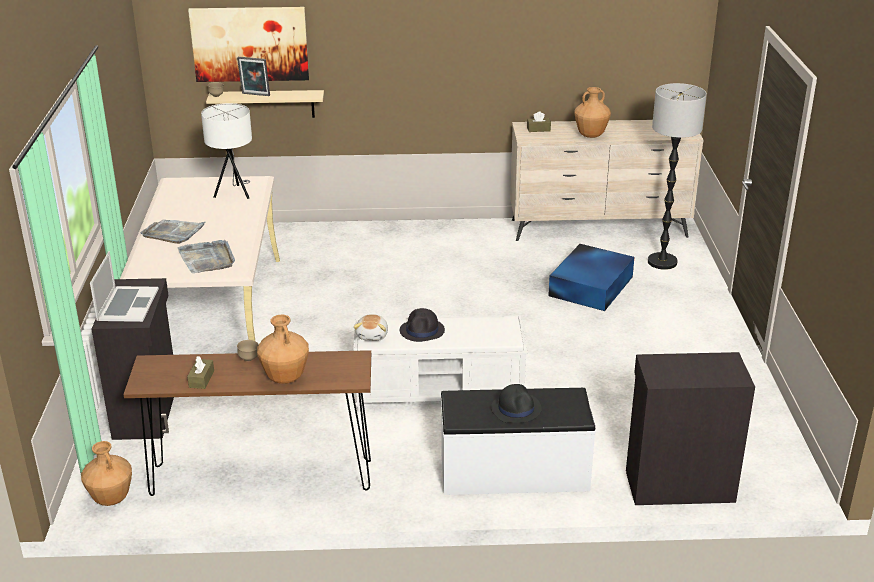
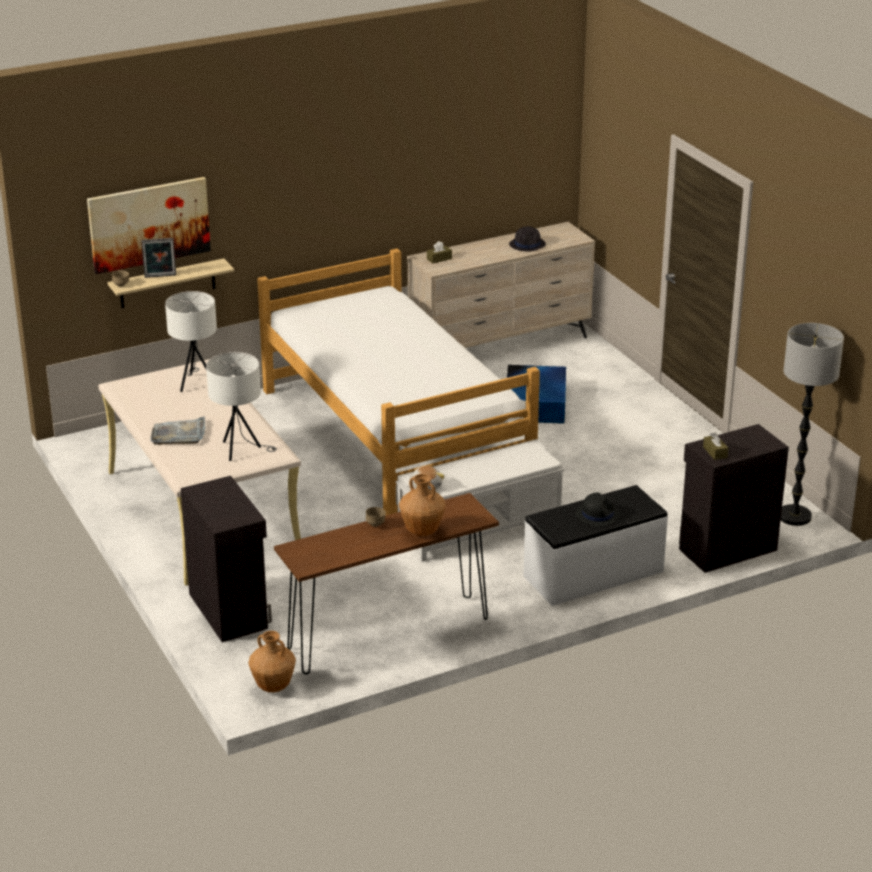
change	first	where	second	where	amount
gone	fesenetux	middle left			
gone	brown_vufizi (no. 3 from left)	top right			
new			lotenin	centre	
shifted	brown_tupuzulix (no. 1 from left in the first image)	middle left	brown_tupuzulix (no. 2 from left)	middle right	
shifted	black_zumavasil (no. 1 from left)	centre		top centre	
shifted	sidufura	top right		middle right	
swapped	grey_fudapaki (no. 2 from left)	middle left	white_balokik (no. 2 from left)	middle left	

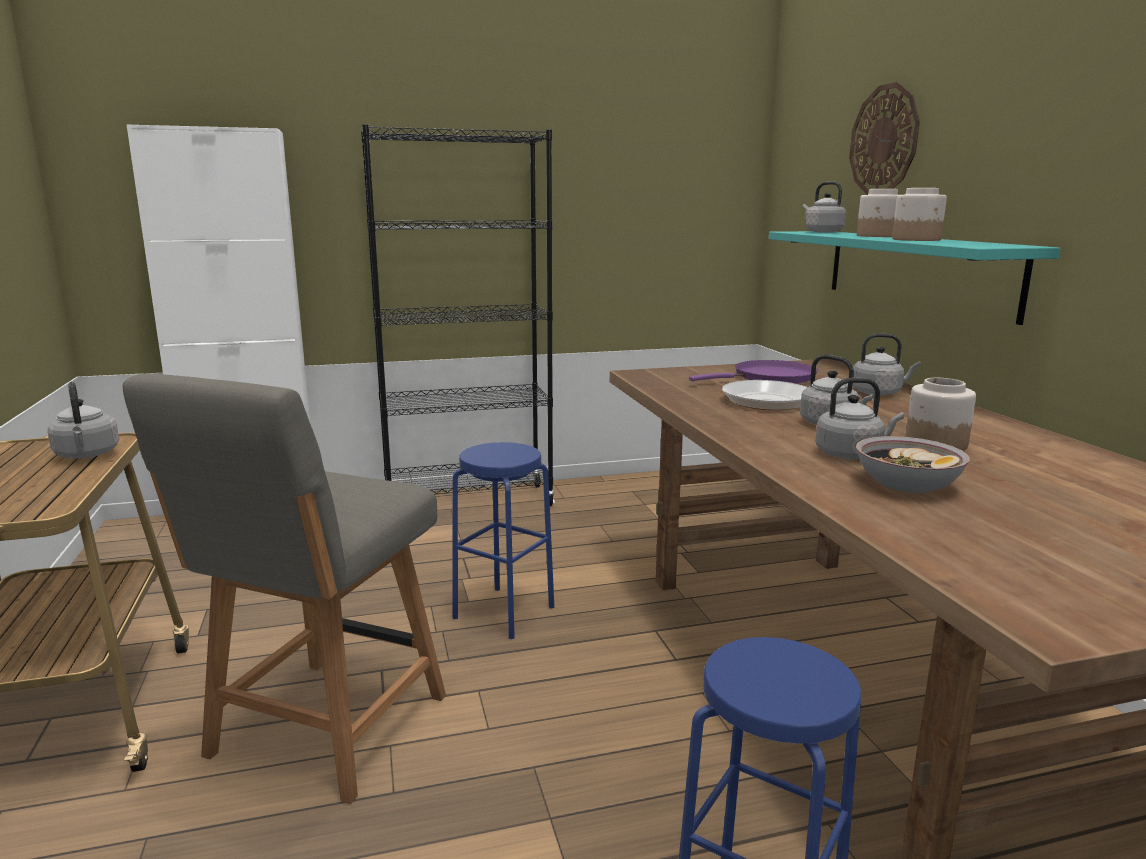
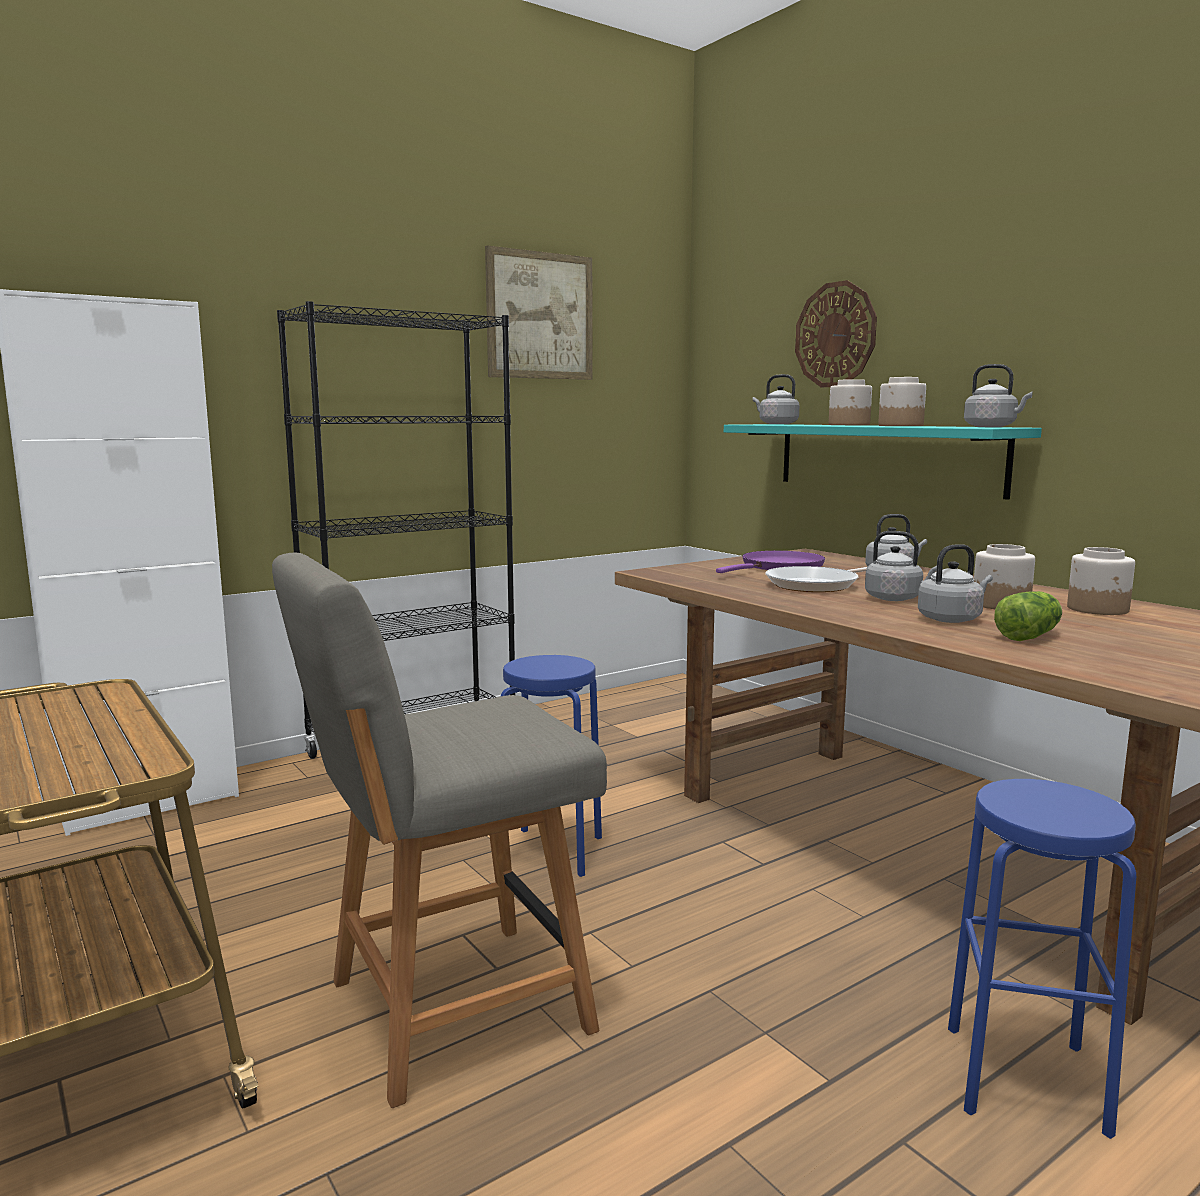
change	first	where	second	where	amount
new			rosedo	top centre	
new			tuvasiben (no. 4 from left)	middle right	
shifted	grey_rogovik (no. 1 from left in the first image)	middle left	grey_rogovik (no. 5 from left)	top right	
swapped	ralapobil	middle right	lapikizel	middle right	
rotated	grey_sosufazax	bottom left		bottom centre	60 degrees clockwise

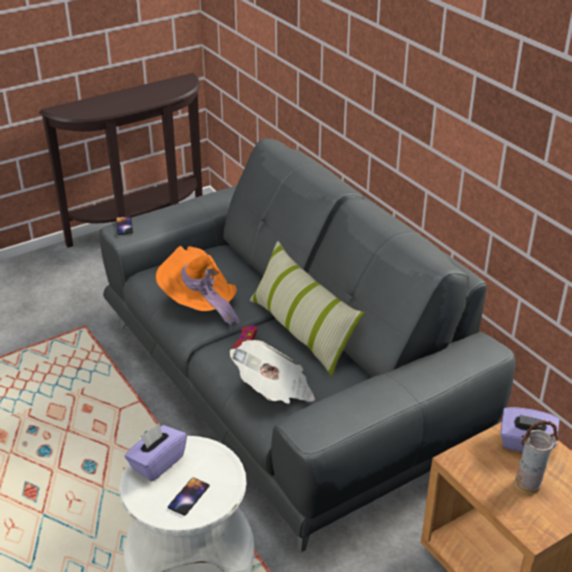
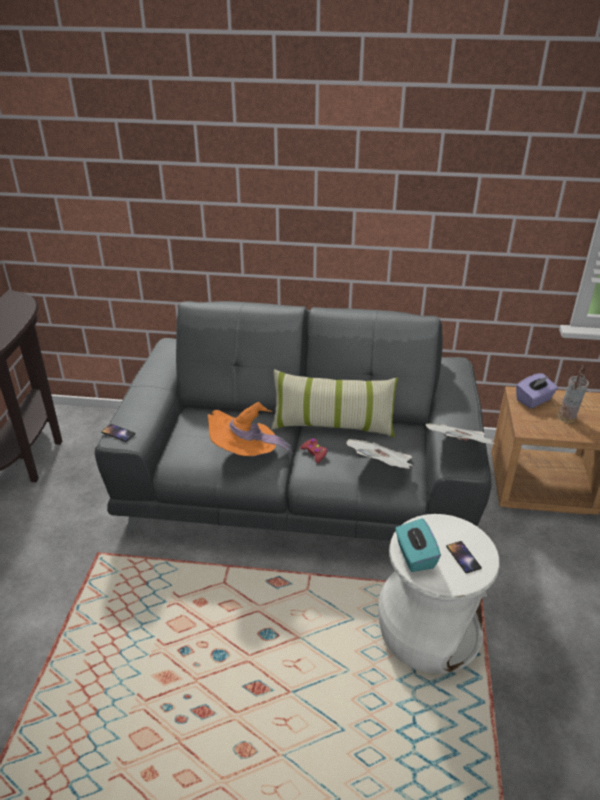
change	first	where	second	where	amount
new			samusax (no. 2 from left)	middle right	
repainted	purple_tupuzulix (no. 1 from left)	bottom left	turquoise_tupuzulix	bottom right	

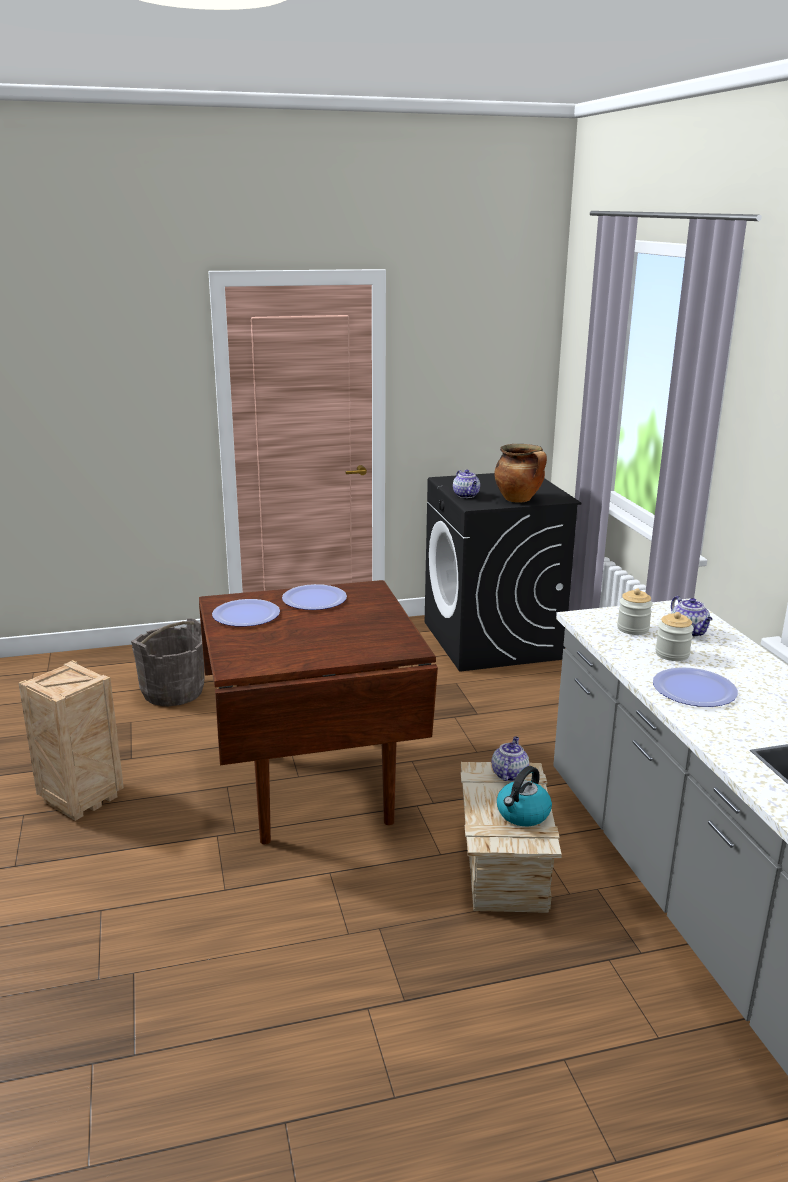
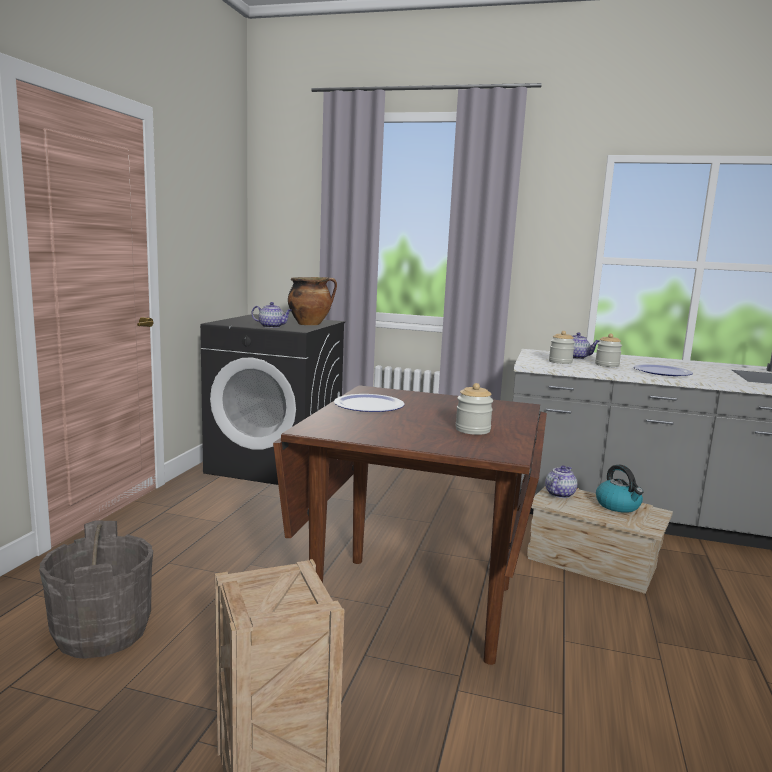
change	first	where	second	where	amount
gone	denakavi (no. 1 from left)	middle left			
new			tuvasiben (no. 1 from left)	centre	
rotated	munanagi (no. 2 from left)	centre		middle right	75 degrees clockwise

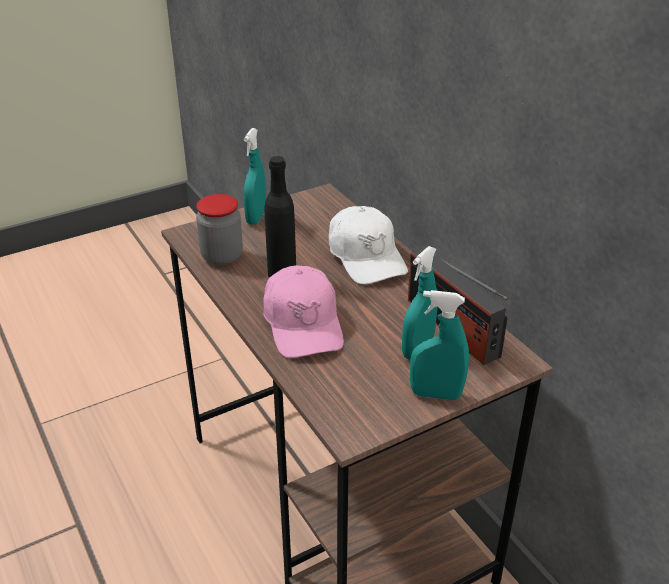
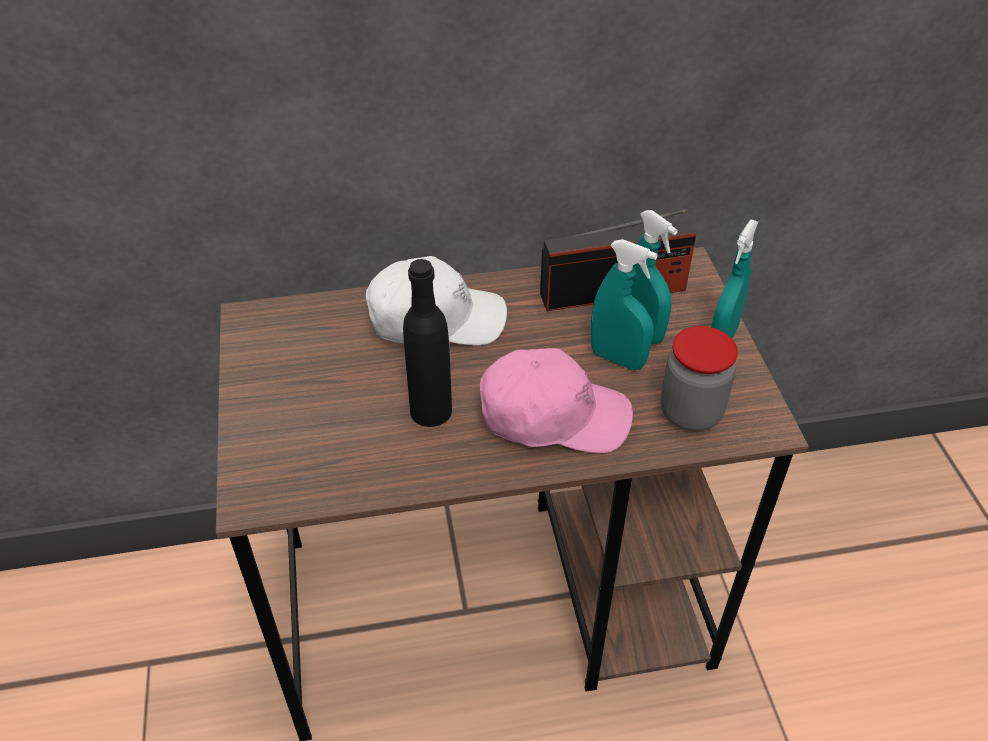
change	first	where	second	where	amount
shifted	tuvasiben	middle left		middle right	
shifted	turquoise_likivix (no. 1 from left)	top centre		centre	

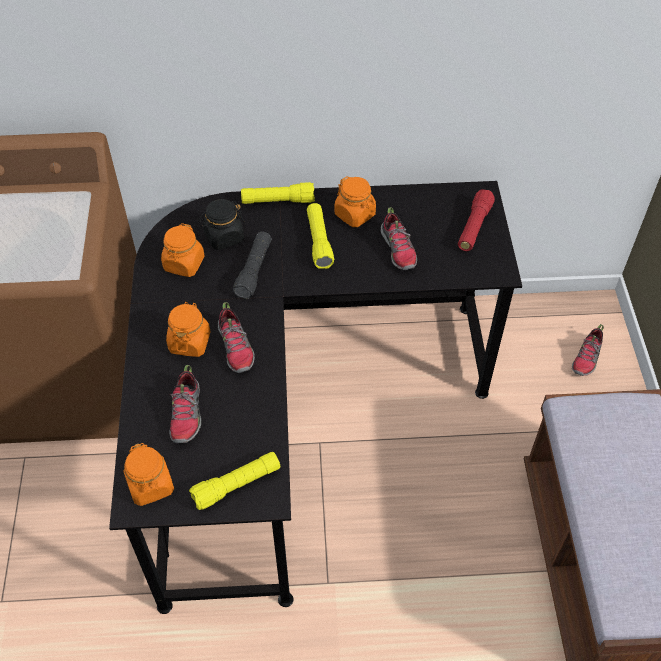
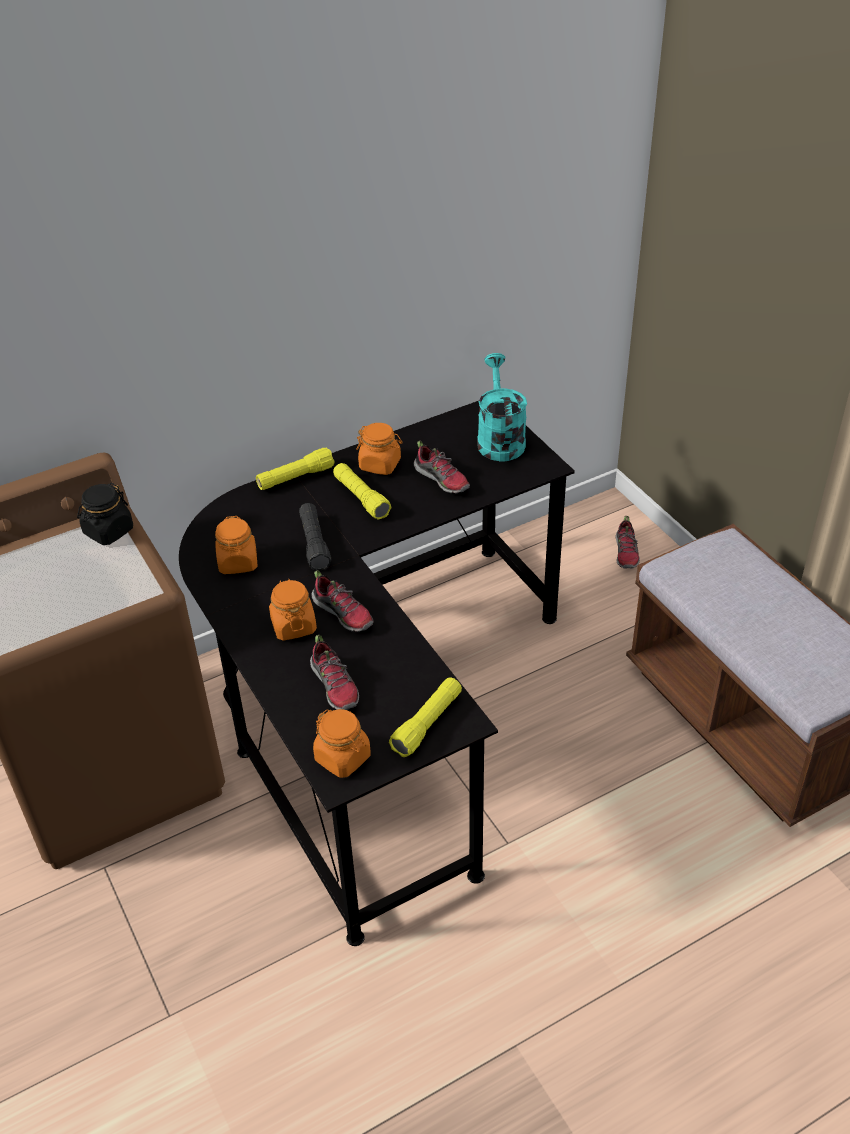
change	first	where	second	where	amount
shifted	black_tuvasiben	centre		middle left	
swapped	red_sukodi	top right	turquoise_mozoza	centre	

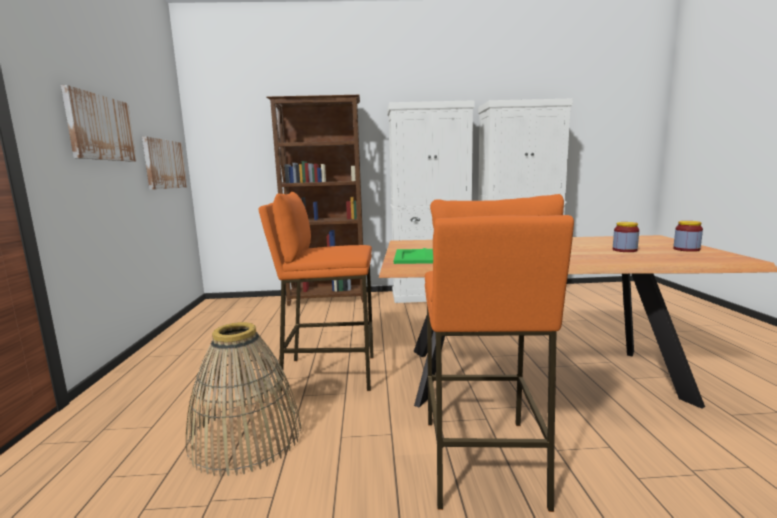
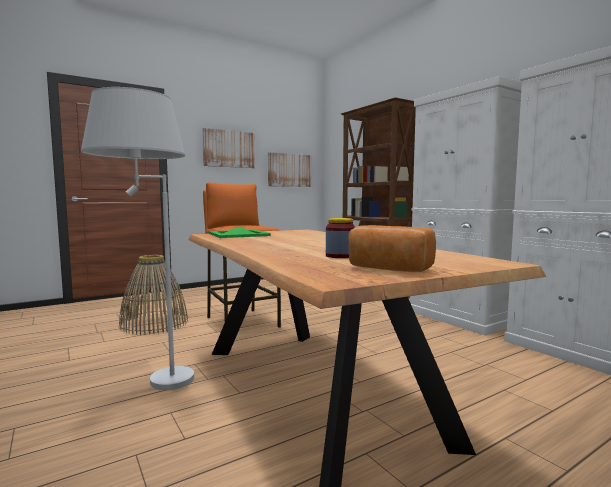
change	first	where	second	where	amount
swapped	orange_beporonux (no. 2 from left)	bottom centre	white_sidufura	middle left	
swapped	tuvasiben (no. 2 from left)	middle right	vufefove	centre	

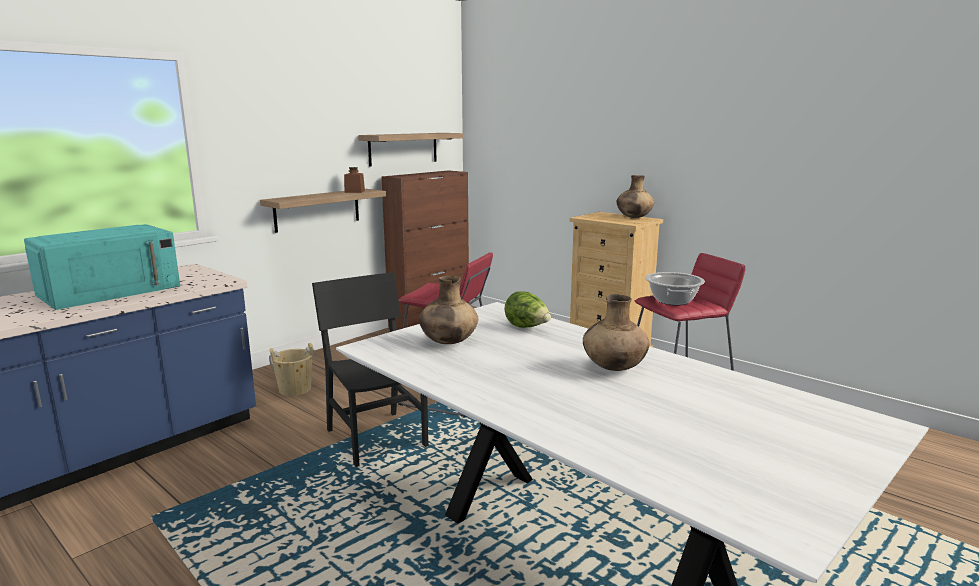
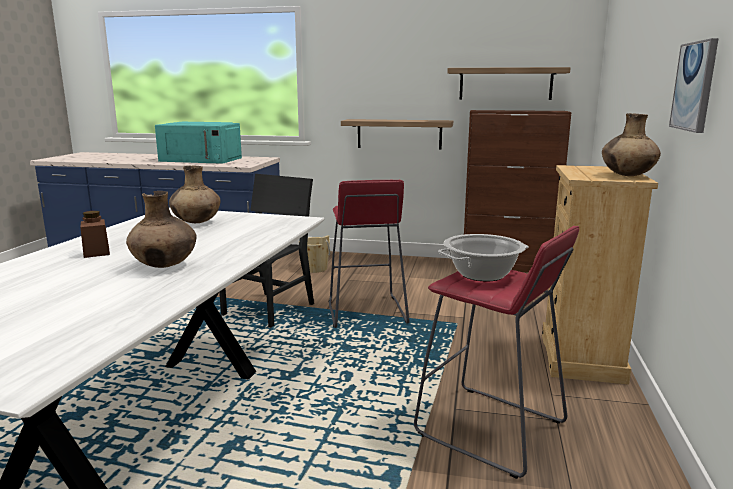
change	first	where	second	where	amount
gone	lapikizel	centre			
new			rosedo	top right	
shifted	brown_tuvasiben	top centre		middle left	

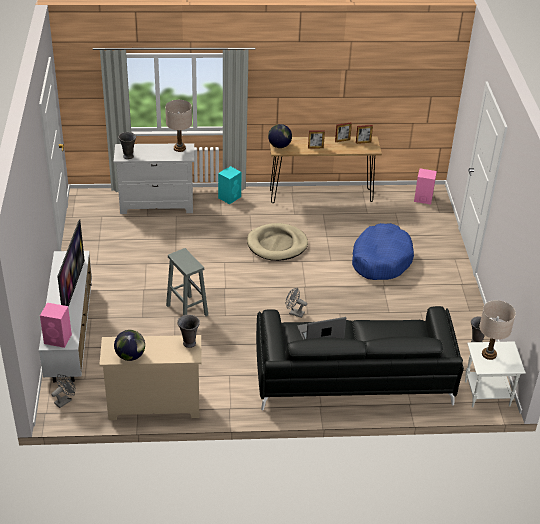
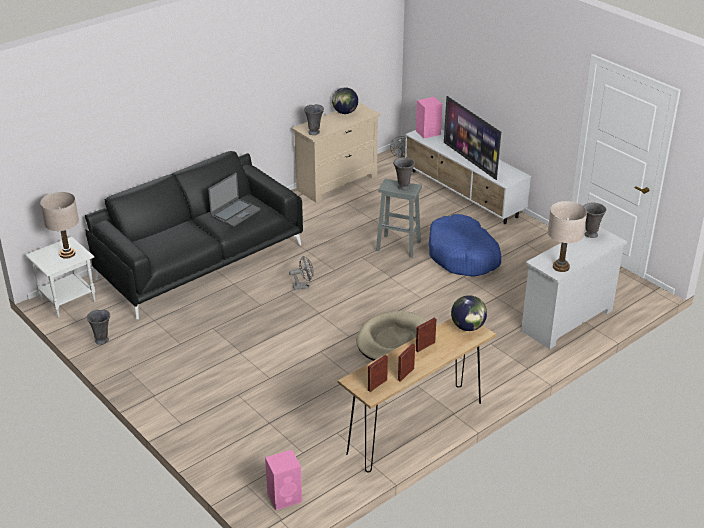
change	first	where	second	where	amount
gone	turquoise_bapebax	centre			
new			grey_vufizi (no. 3 from left)	top centre	
shifted	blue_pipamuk	middle right		centre	

